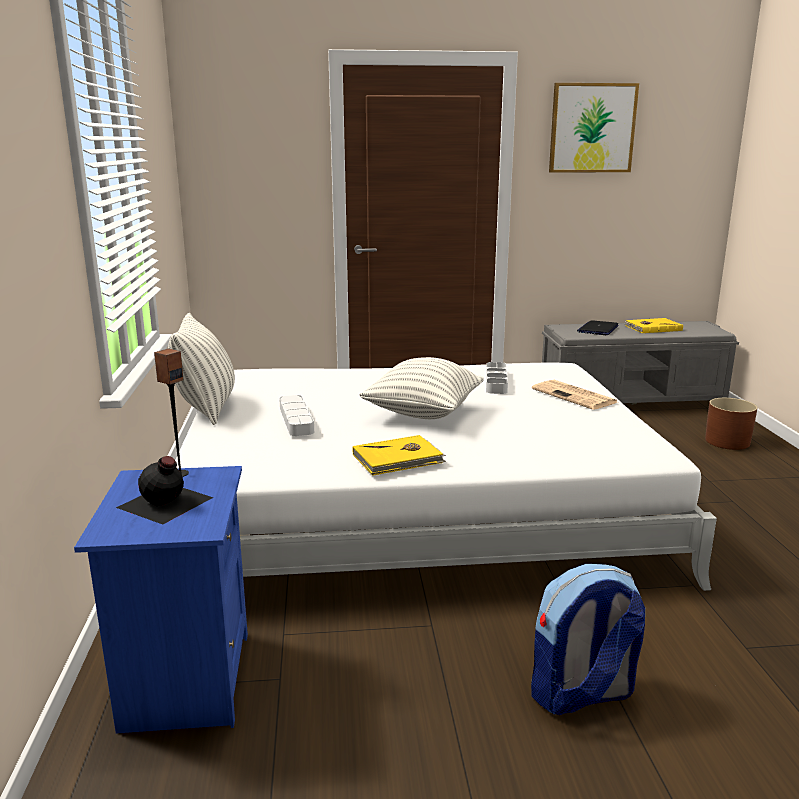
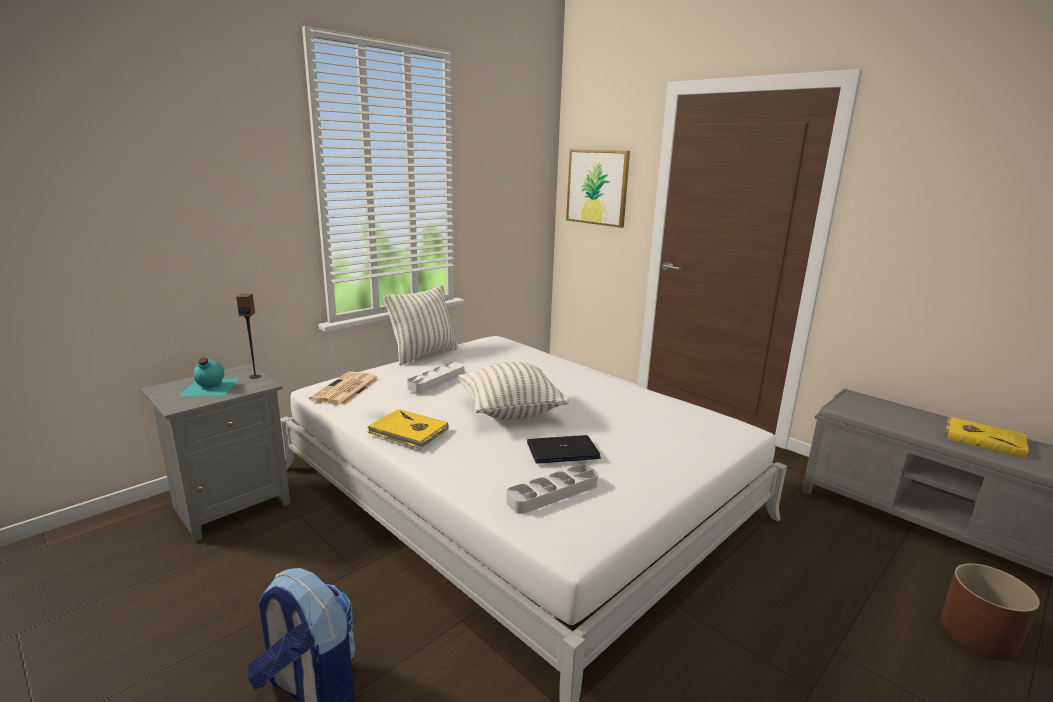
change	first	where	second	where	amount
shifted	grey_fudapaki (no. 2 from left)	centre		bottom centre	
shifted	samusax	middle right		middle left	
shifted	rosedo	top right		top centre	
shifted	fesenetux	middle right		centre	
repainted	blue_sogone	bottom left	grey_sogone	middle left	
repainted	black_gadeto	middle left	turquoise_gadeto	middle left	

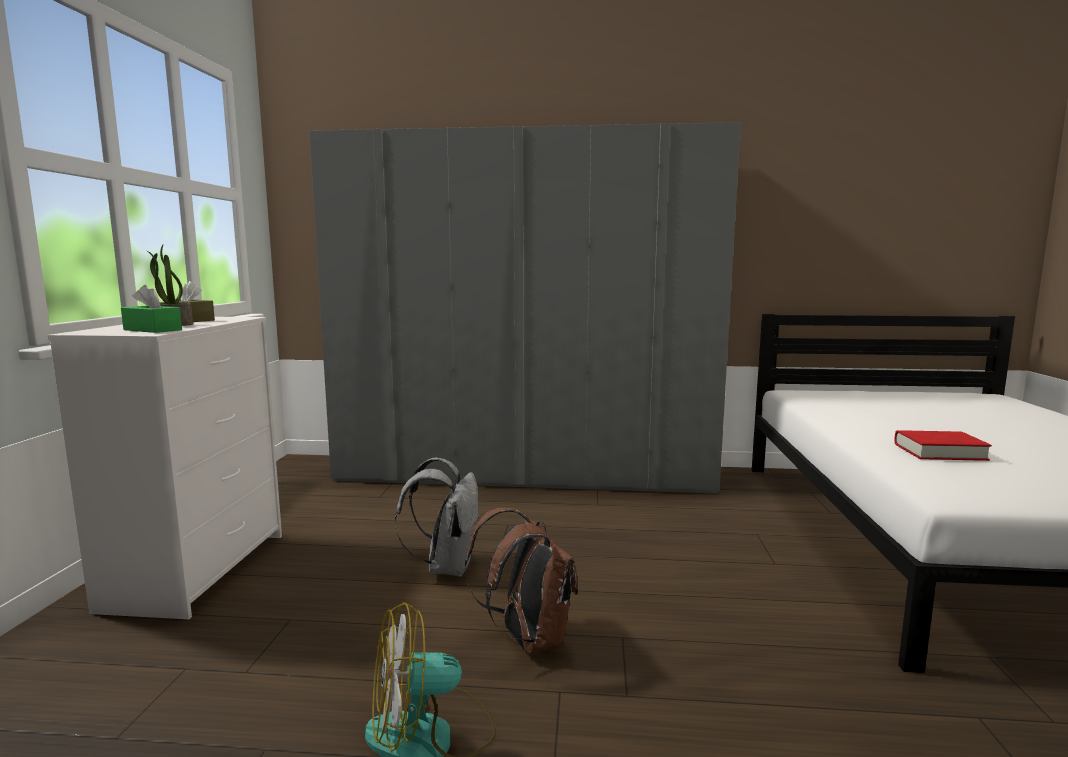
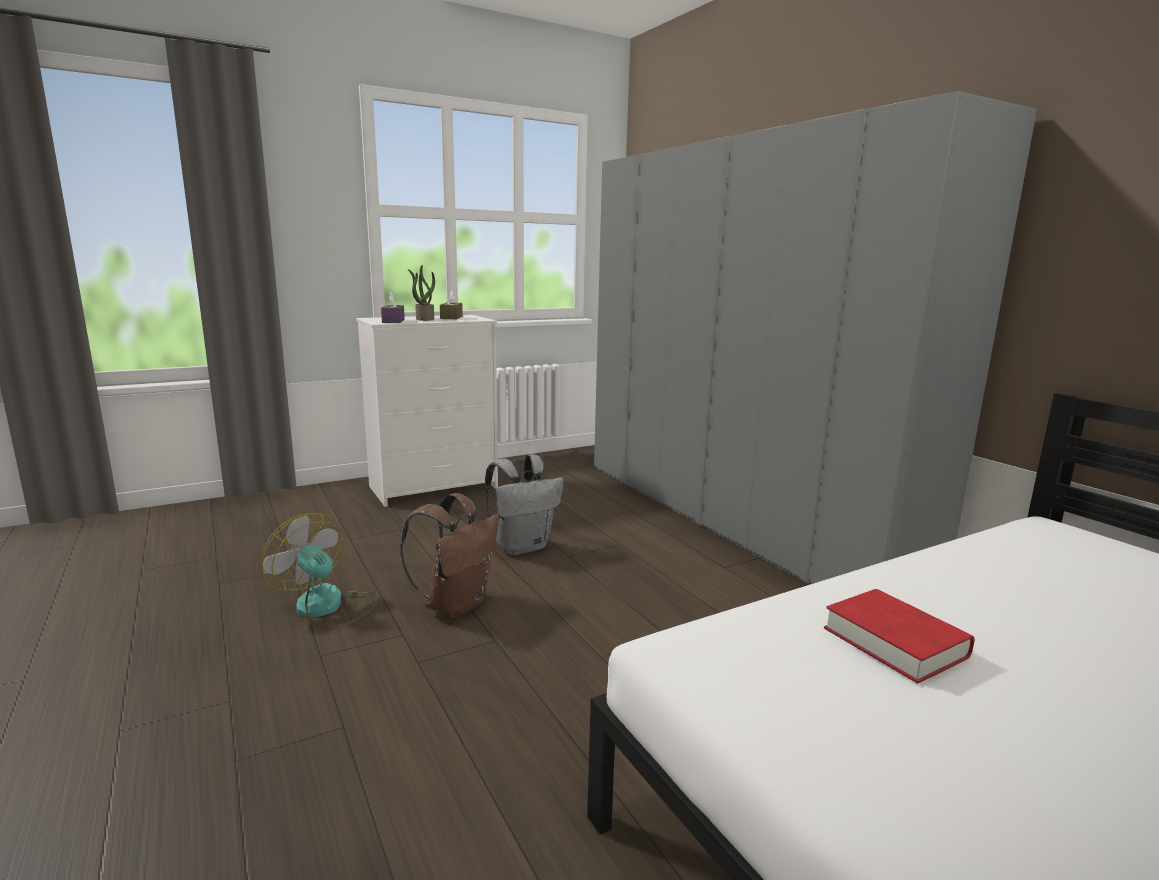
change	first	where	second	where	amount
repainted	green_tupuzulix	middle left	purple_tupuzulix	centre	

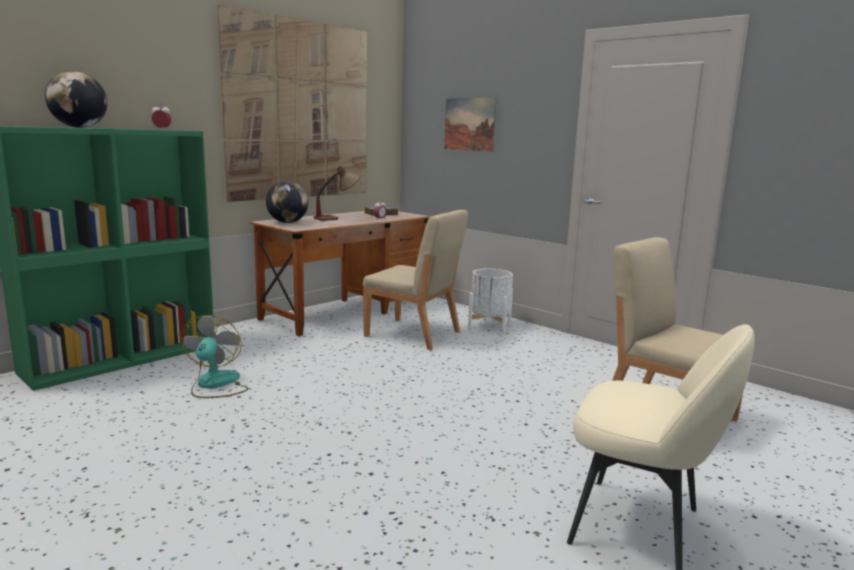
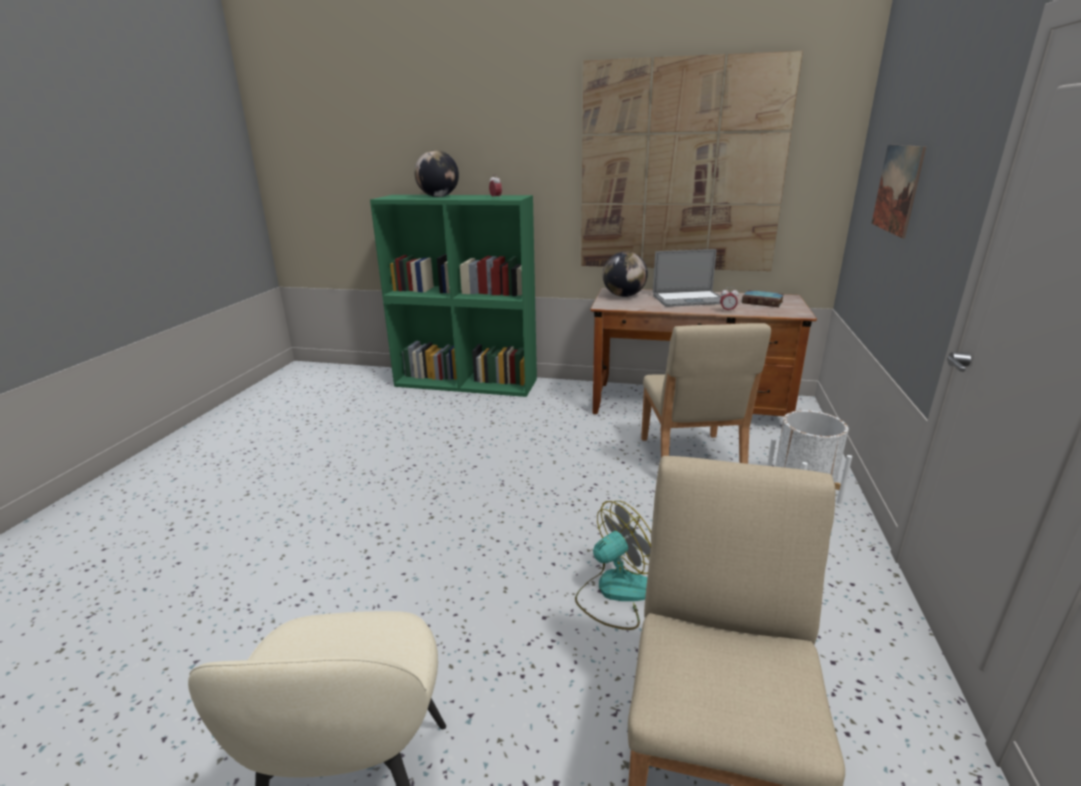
change	first	where	second	where	amount
shifted	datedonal	middle left		bottom centre	
swapped	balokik	centre	fesenetux	centre	

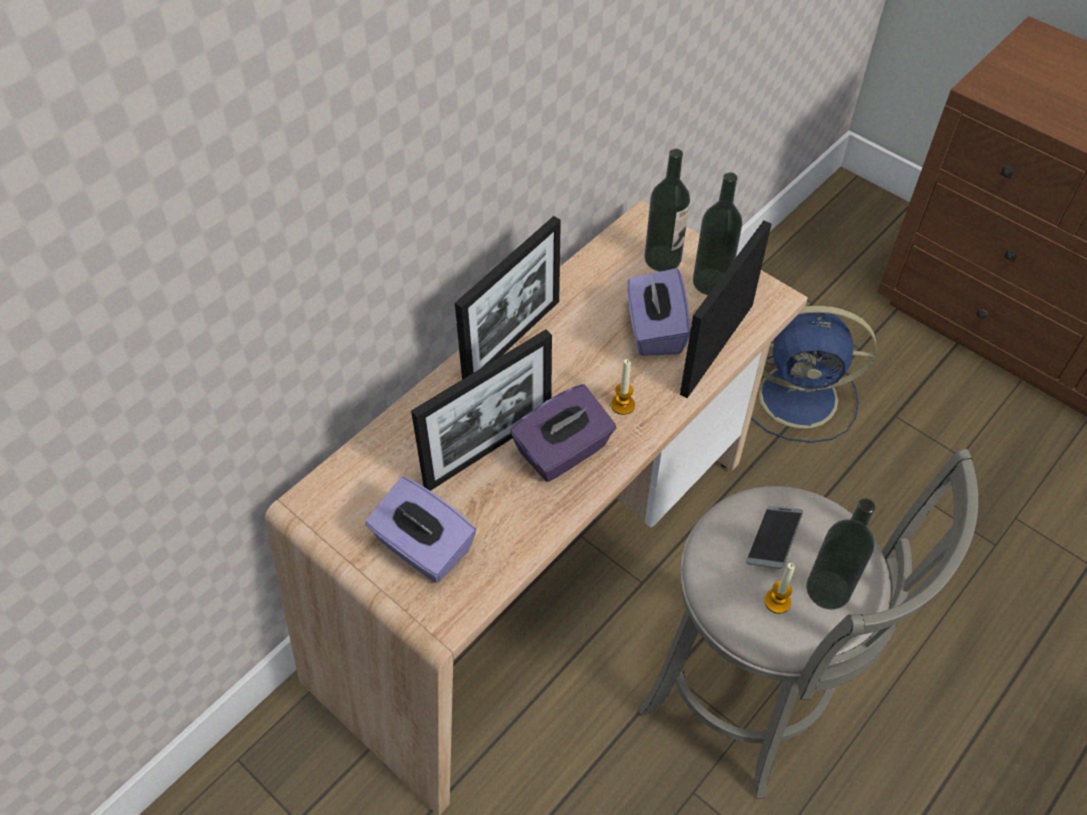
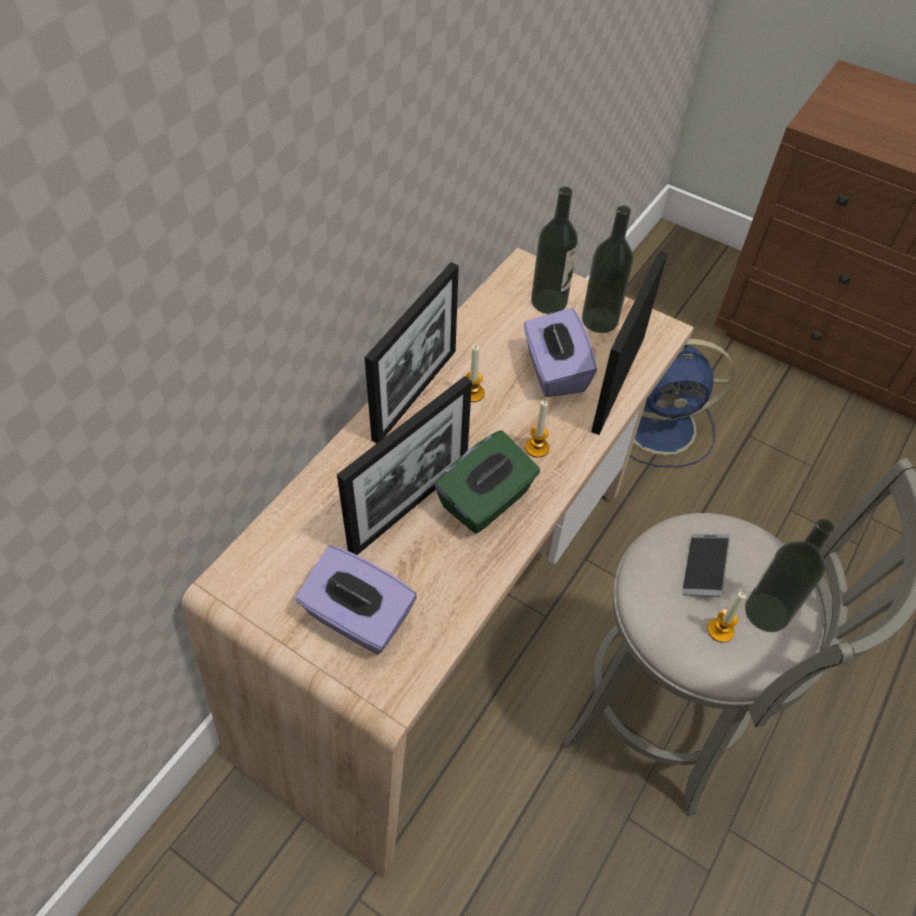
change	first	where	second	where	amount
new			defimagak (no. 1 from left)	centre	
repainted	purple_tupuzulix (no. 2 from left)	centre	green_tupuzulix	centre	

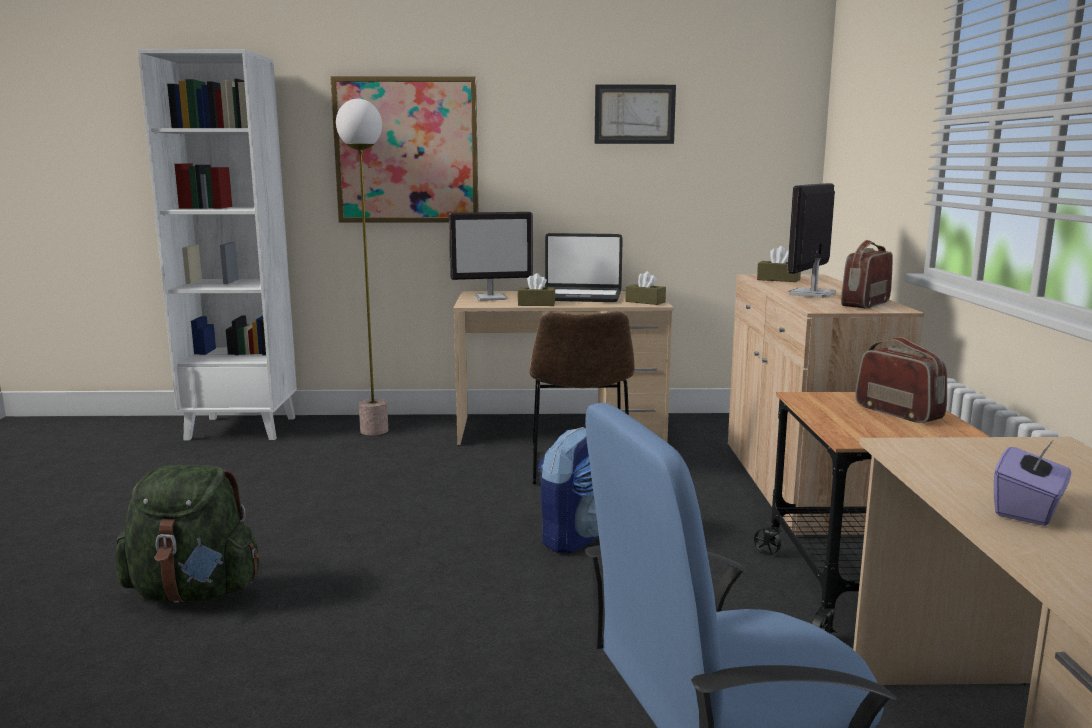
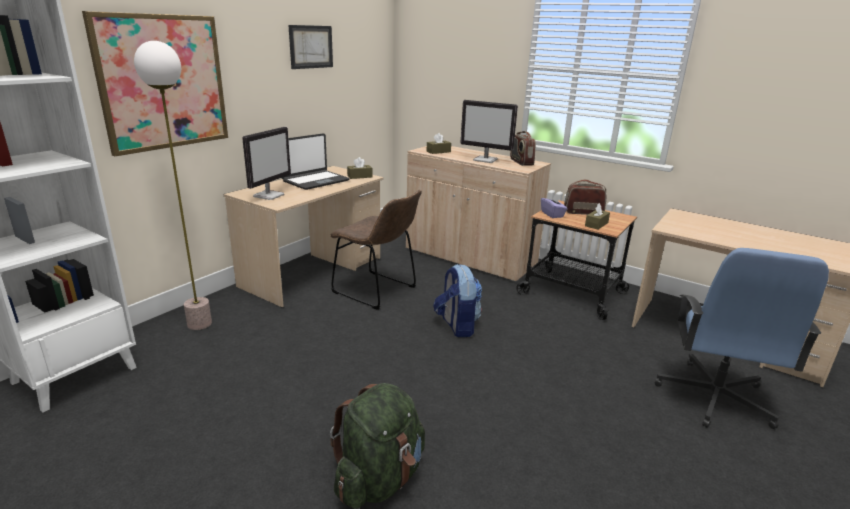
change	first	where	second	where	amount
shifted	brown_tupuzulix (no. 1 from left in the first image)	centre	brown_tupuzulix (no. 3 from left)	middle right	
shifted	purple_tupuzulix	middle right		centre	
rotated	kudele (no. 2 from left)	top right		top centre	45 degrees counterclockwise

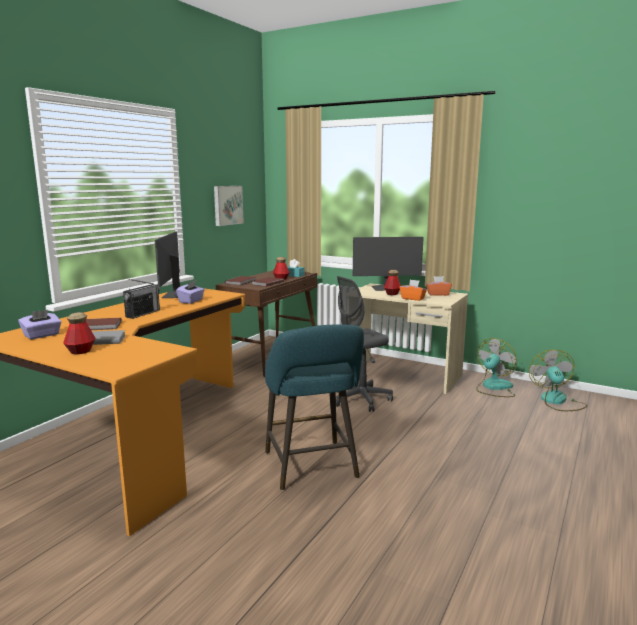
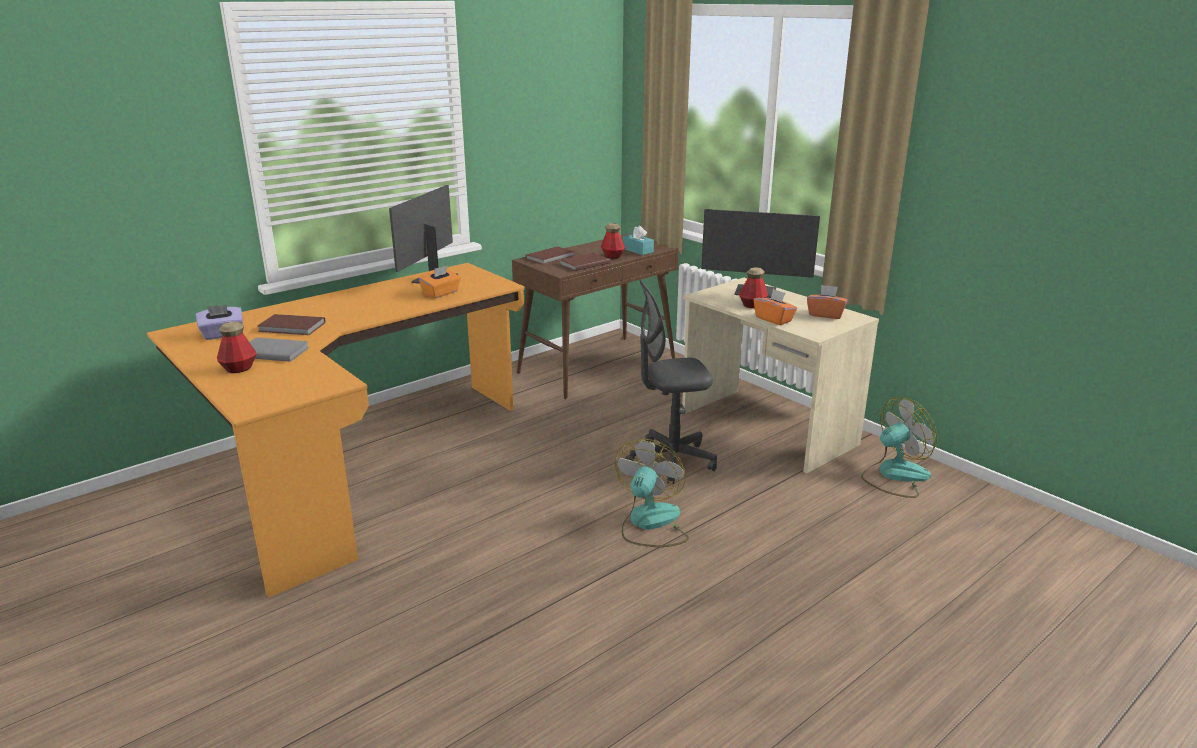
change	first	where	second	where	amount
gone	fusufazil	middle left			
gone	rosedo	top centre			
gone	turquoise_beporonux	centre			
shifted	datedonal (no. 2 from left in the first image)	middle right	datedonal (no. 1 from left)	centre	
repainted	purple_tupuzulix (no. 2 from left)	middle left	orange_tupuzulix (no. 1 from left)	centre	

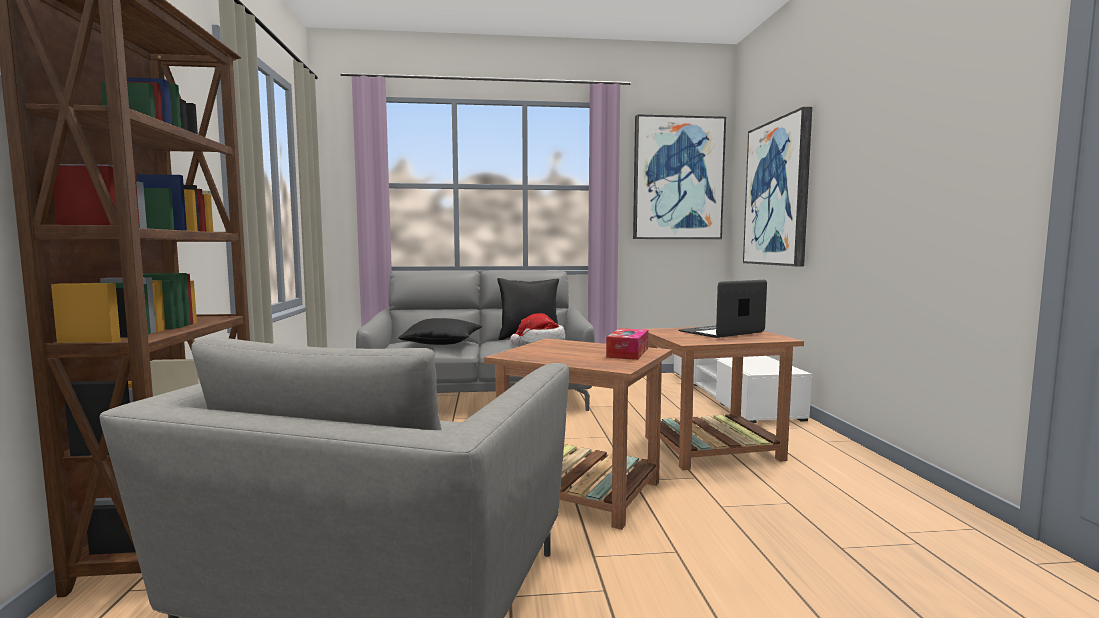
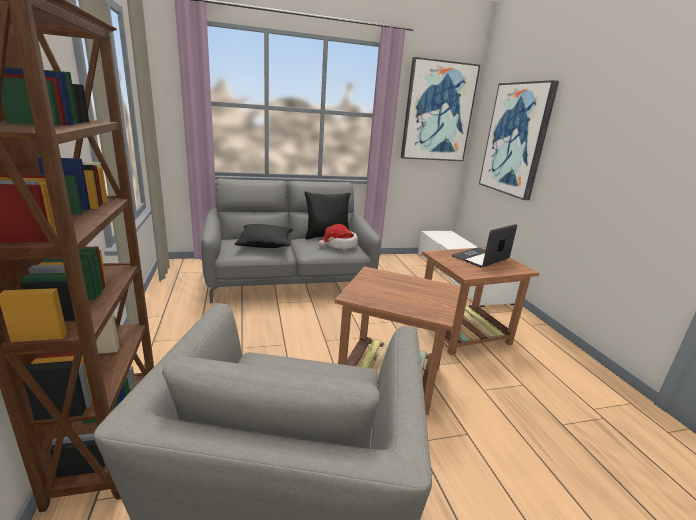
change	first	where	second	where	amount
gone	tupuzulix	centre			

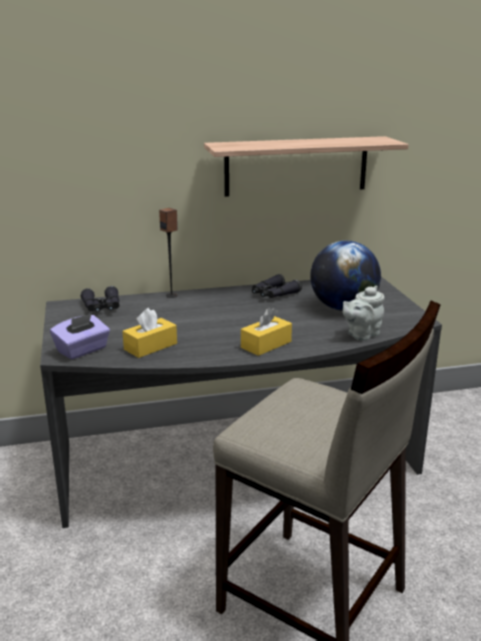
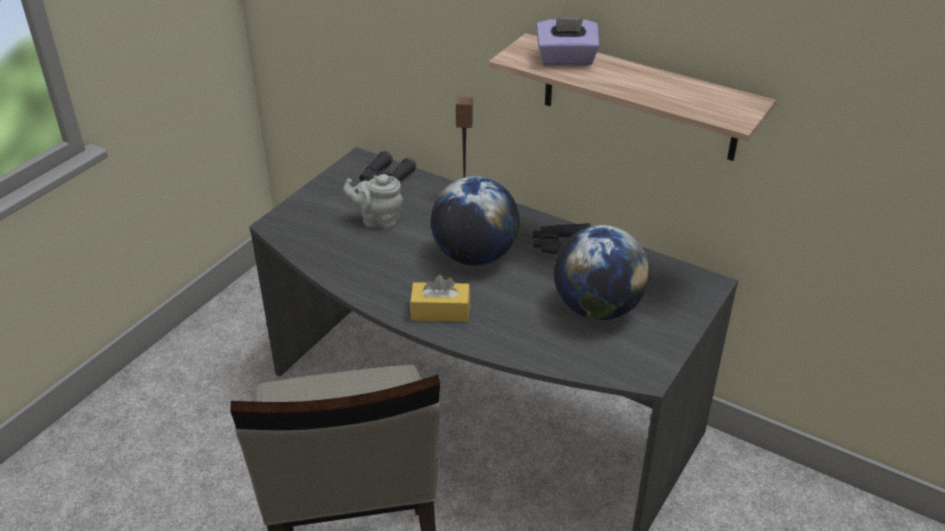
change	first	where	second	where	amount
gone	yellow_tupuzulix (no. 1 from left)	middle left			
new			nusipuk (no. 1 from left)	centre	
shifted	purple_tupuzulix	middle left		top centre	
shifted	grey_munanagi	middle right		centre	

